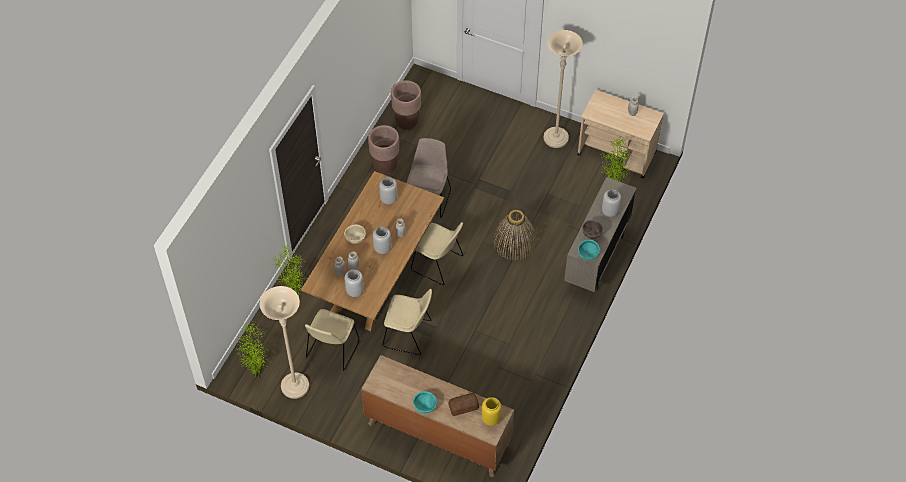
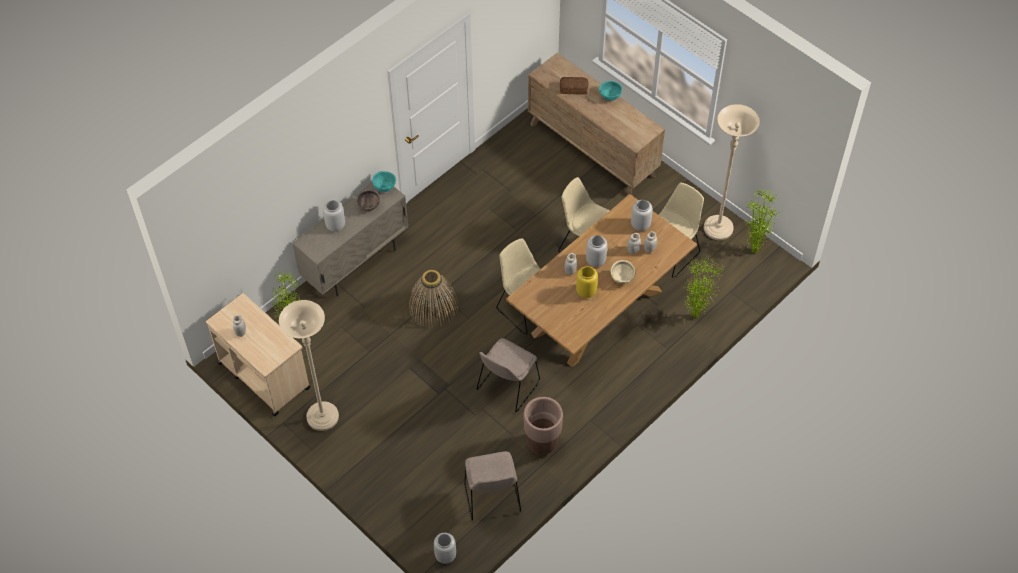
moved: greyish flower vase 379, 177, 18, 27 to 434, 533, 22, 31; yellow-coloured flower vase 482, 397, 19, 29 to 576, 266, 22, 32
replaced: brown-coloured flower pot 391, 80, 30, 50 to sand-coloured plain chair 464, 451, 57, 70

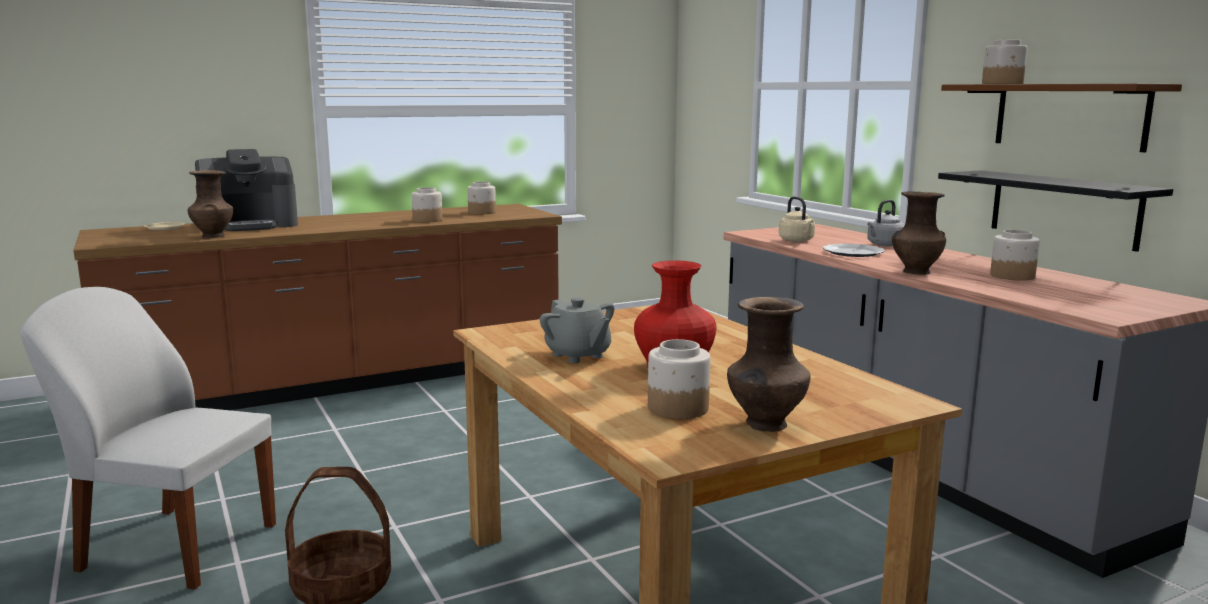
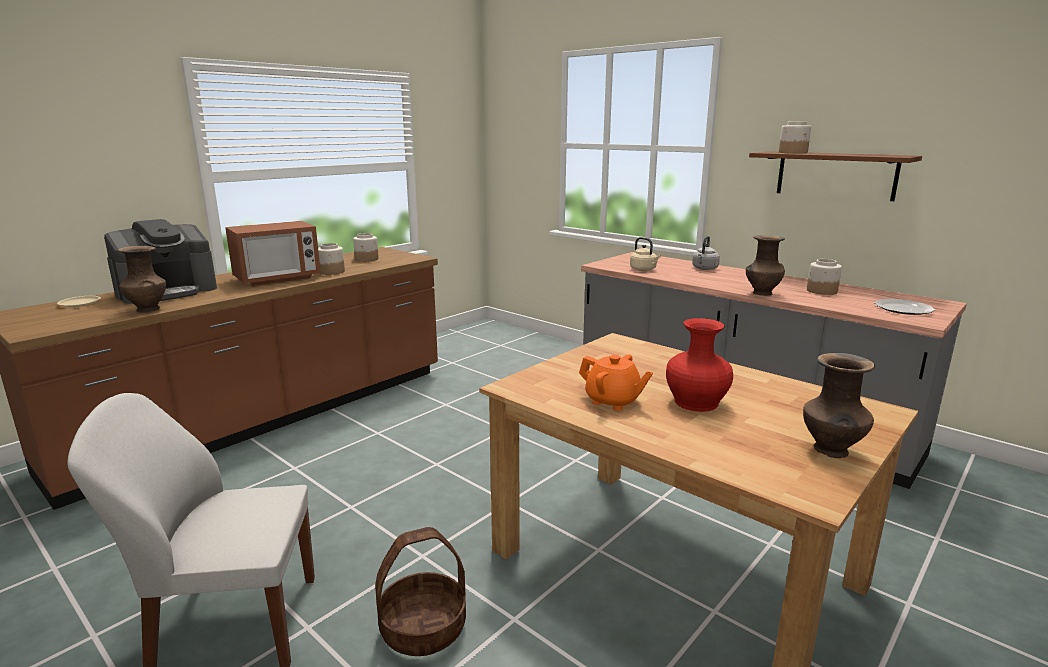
removed: preserve jar 648, 339, 62, 80; black wall shelf 938, 170, 235, 82
added: microwave oven 225, 221, 96, 65
moved: dinner plate 823, 244, 62, 13 to 874, 299, 61, 16
recoloured: greyish teapot 540, 297, 75, 66 to orangey teapot 579, 354, 74, 57

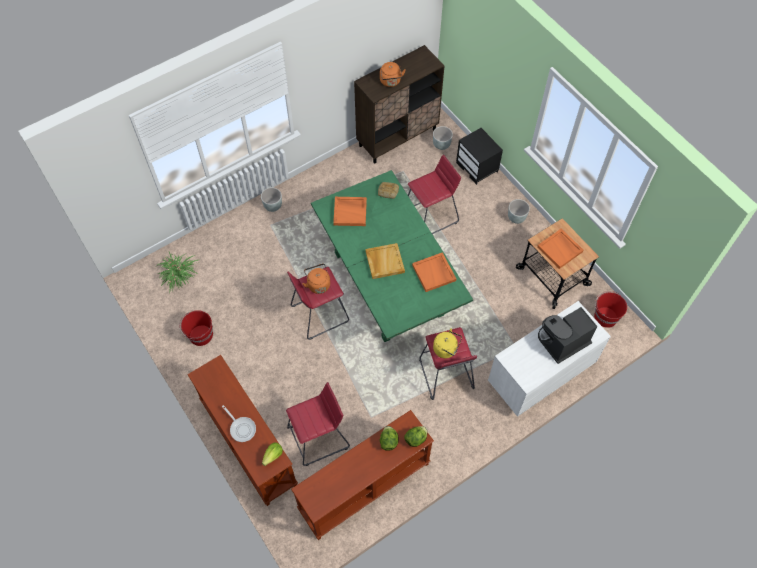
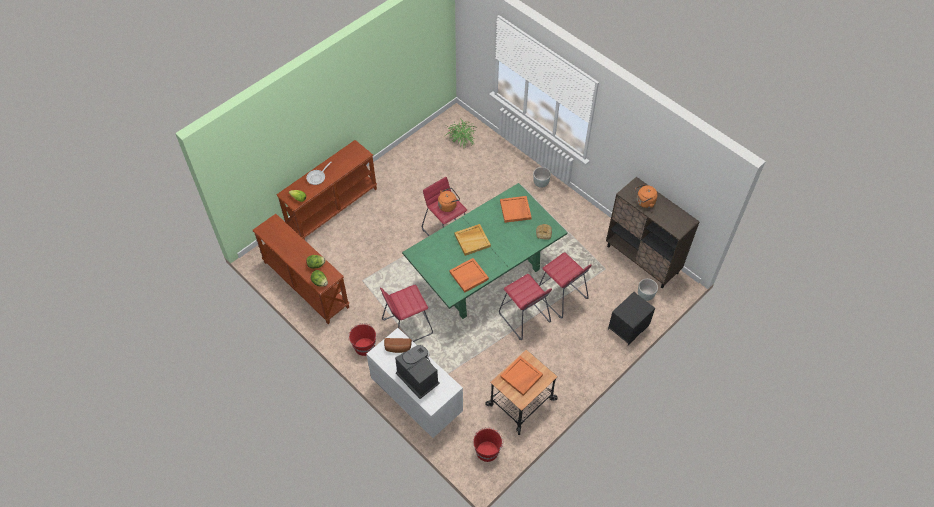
removed: yellow-coloured kettle 433, 328, 29, 30; greyish flower pot 508, 199, 22, 25
added: bakery bread 384, 338, 28, 15
moved: red-coloured pail 179, 310, 34, 36 to 348, 323, 28, 33; red-coloured stool 286, 382, 64, 84 to 499, 274, 53, 66

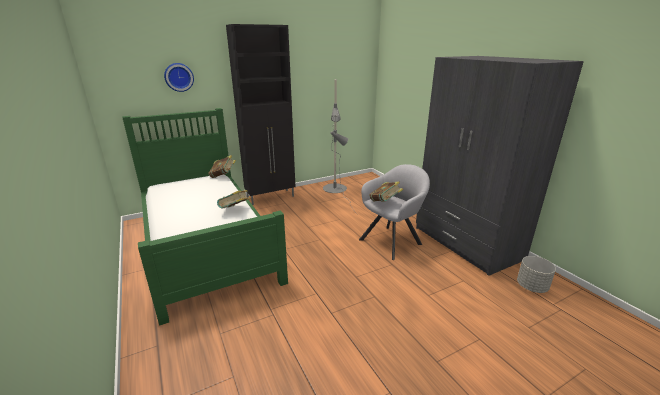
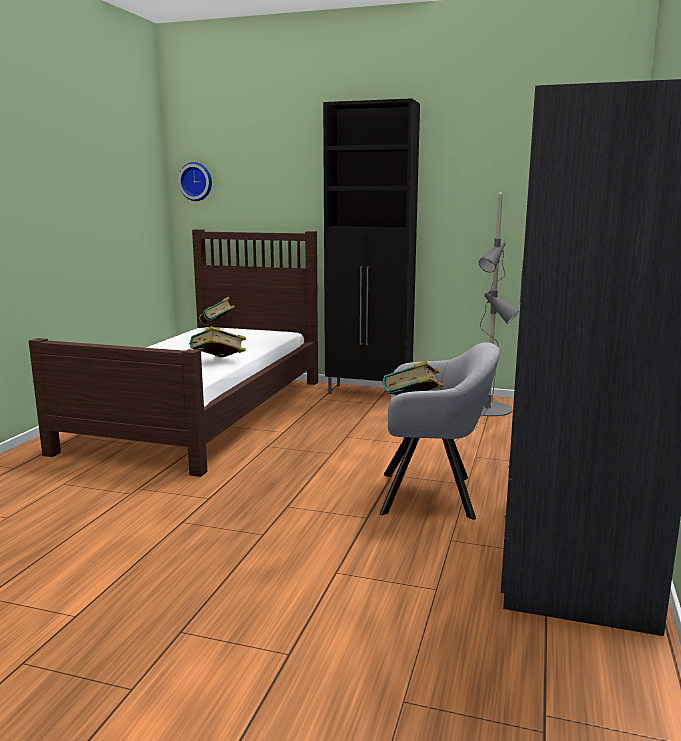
removed: greyish flower pot 517, 256, 39, 37
moved: hanging clock 164, 63, 30, 29 to 178, 162, 34, 39; bound book 209, 155, 27, 23 to 199, 297, 36, 29
recoloured: green bed 122, 108, 166, 218 to brown-coloured bed 29, 229, 289, 248

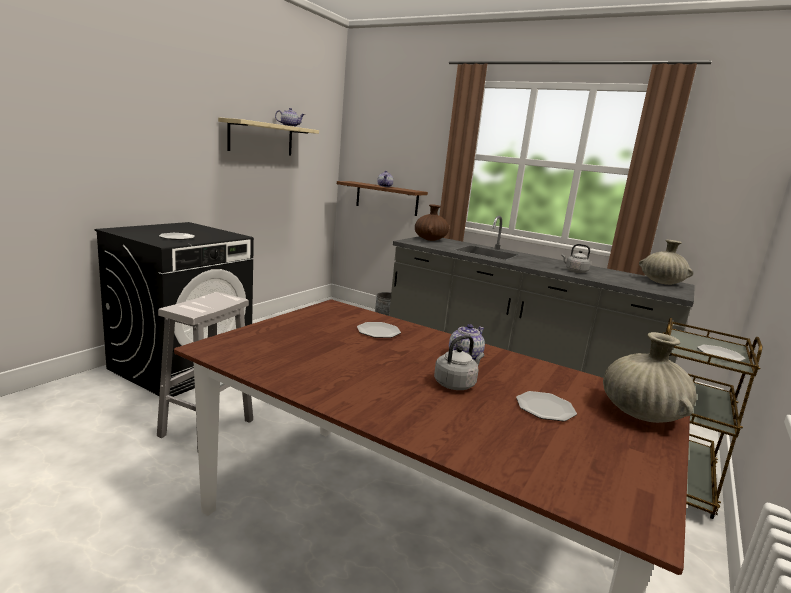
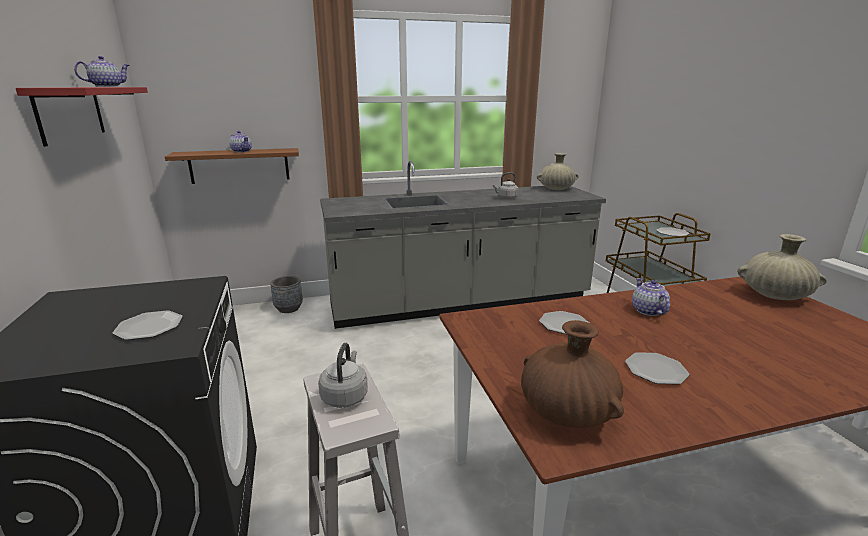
moved: greyish kettle 434, 335, 50, 55 to 318, 343, 50, 65; brown-coloured flower vase 415, 204, 34, 37 to 521, 320, 103, 108; dinner plate 516, 391, 61, 30 to 625, 352, 64, 32
recoloured: sand-coloured wall shelf 218, 117, 101, 38 to red-coloured wall shelf 16, 87, 132, 60

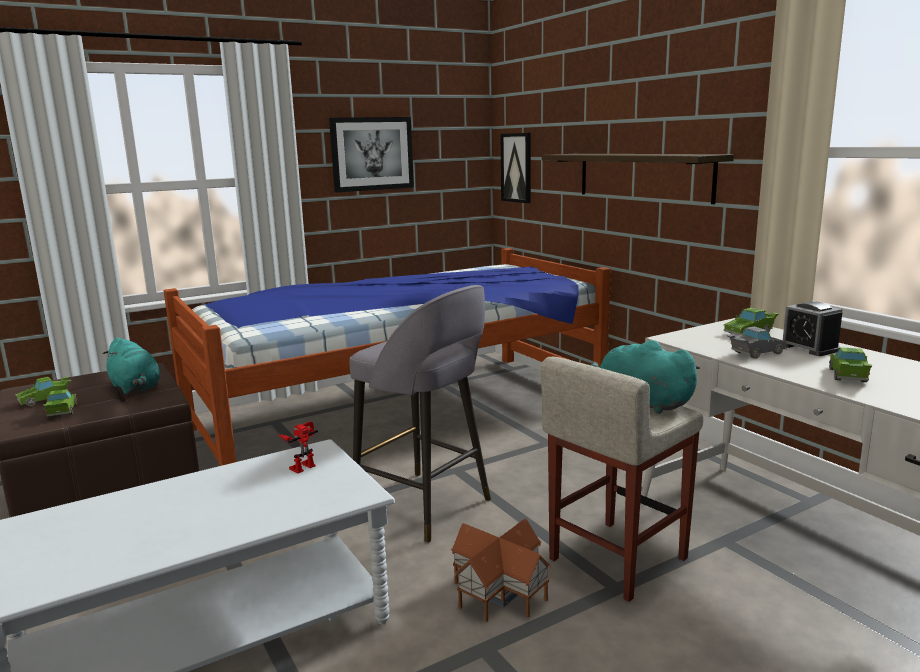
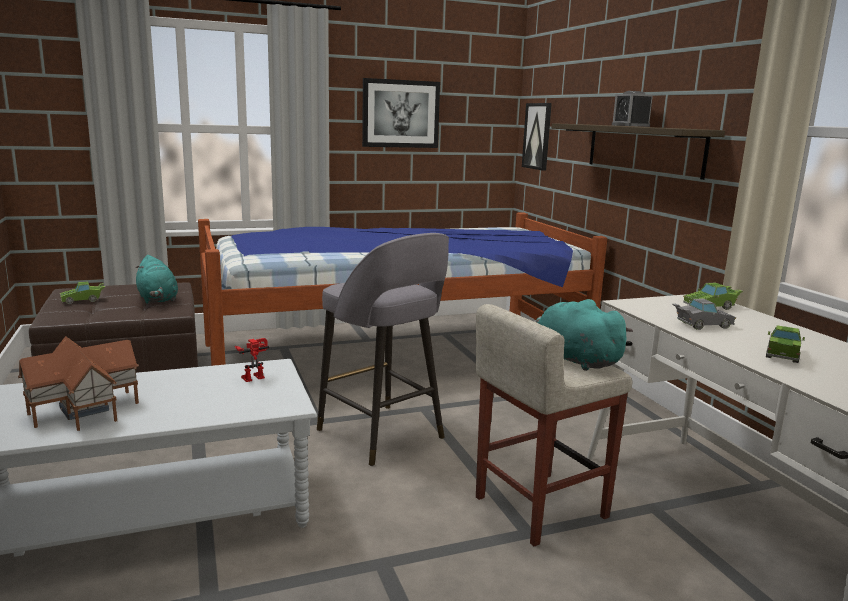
removed: green model car 43, 389, 34, 29
moved: toy house 451, 518, 100, 104 to 18, 336, 121, 95; alarm clock 783, 302, 60, 54 to 612, 91, 41, 36

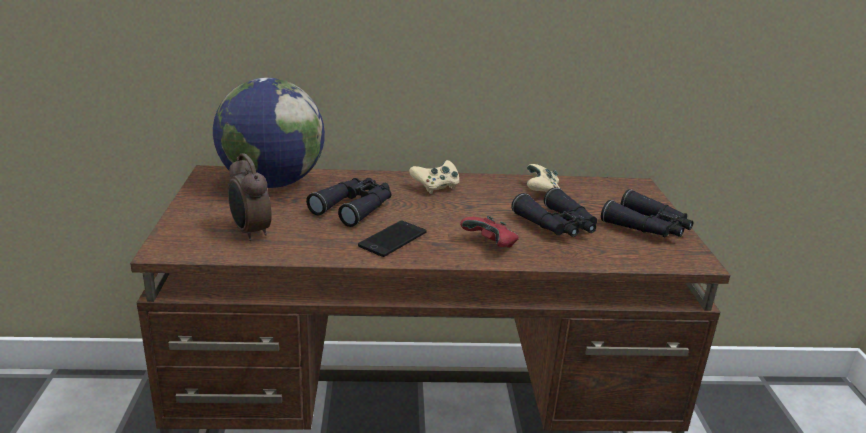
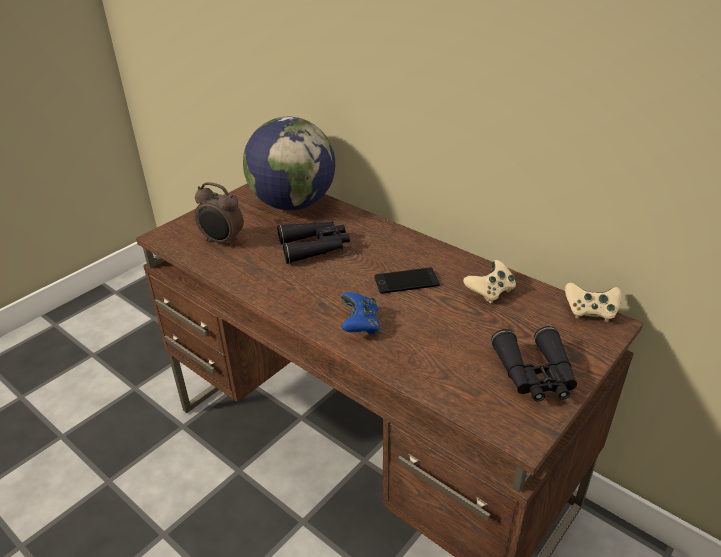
removed: black pair of binoculars 511, 187, 86, 50
moved: handset 358, 221, 68, 36 to 375, 267, 65, 27; sand-coloured gamepad 409, 160, 51, 34 to 565, 283, 56, 39
recoloured: red-coloured gamepad 460, 216, 59, 32 to bluish gamepad 341, 292, 39, 42
turned: alarm clock 228, 153, 44, 88 = 194, 182, 50, 65 75 degrees counterclockwise

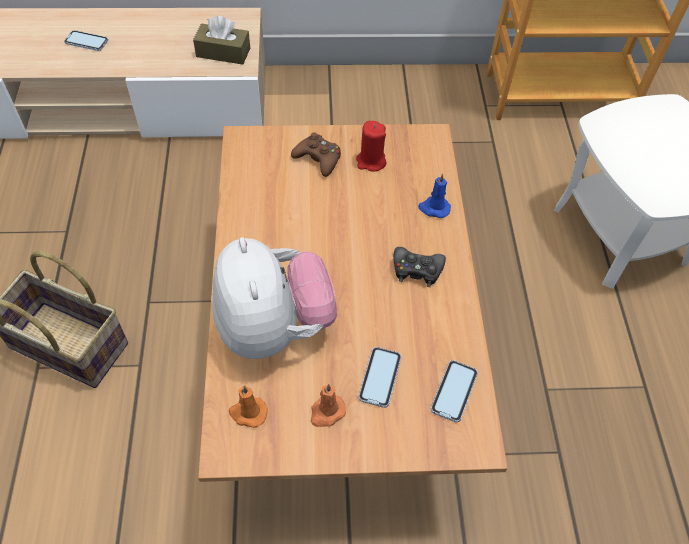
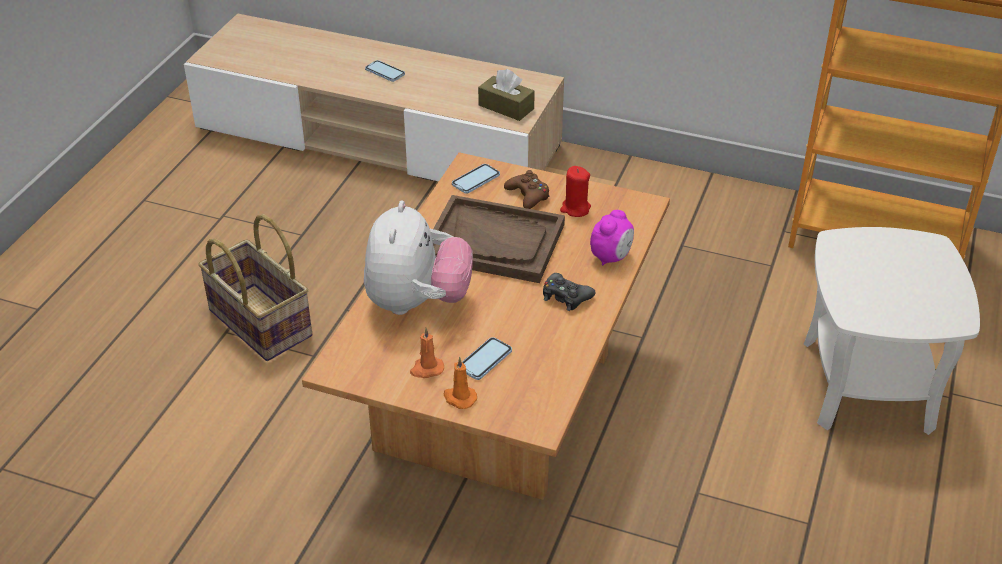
added: brown-coloured serving tray 433, 195, 132, 88
moved: orangey candle 229, 386, 39, 42 to 444, 357, 33, 52; handset 431, 360, 47, 62 to 452, 164, 48, 30
replaced: bluish candle 418, 173, 33, 45 to alarm clock 590, 210, 44, 55

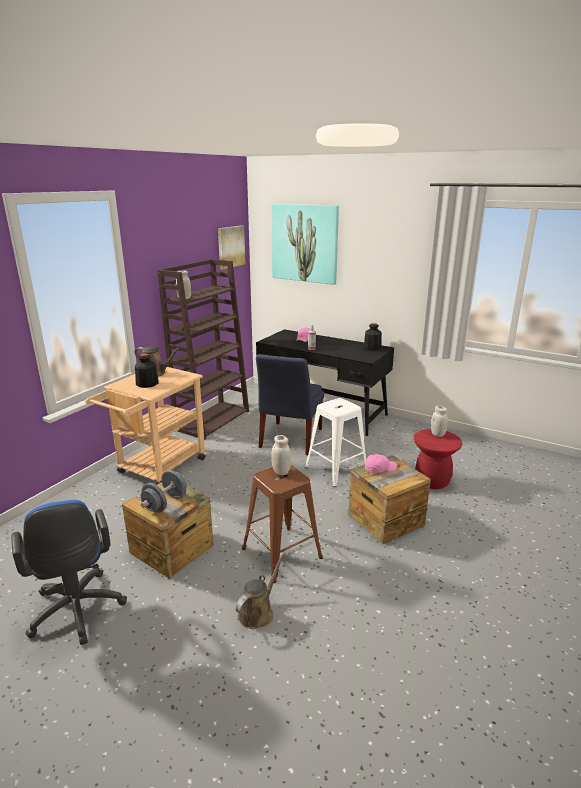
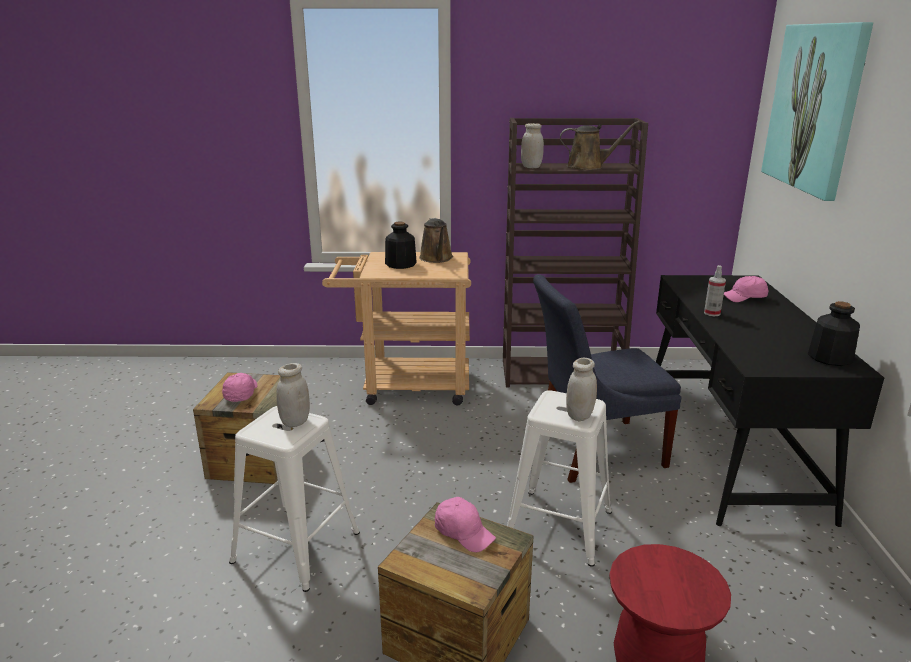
removed: bluish computer chair 11, 500, 116, 145; wall art 218, 225, 28, 45
moved: brown-coloured watering pot 236, 552, 50, 77 to 560, 121, 80, 49; white preserve jar 431, 405, 17, 32 to 566, 358, 31, 63
replaced: greyish free weight 141, 470, 46, 43 to pink peaked cap 222, 373, 35, 29
recoloured: brown-coloured stool 242, 465, 81, 118 to white stool 229, 406, 131, 186

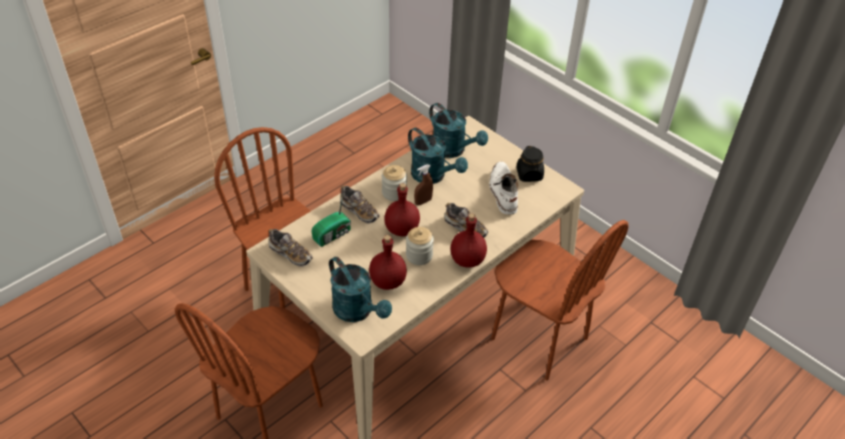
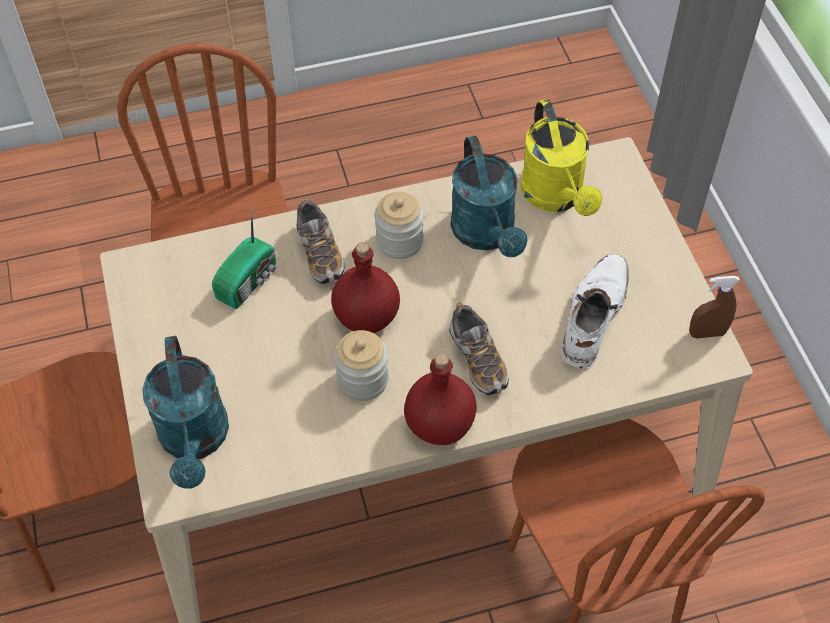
removed: low shoe 268, 229, 45, 38; red-coloured beverage bottle 369, 235, 38, 55; black preserve jar 517, 146, 27, 36
moved: brown-coloured spray bottle 414, 164, 19, 41 to 689, 276, 51, 62
recoloured: turquoise-coloured watering pot 429, 103, 59, 55 to yellow-coloured watering pot 520, 99, 82, 117
turned: radio set 311, 196, 40, 51 = 212, 206, 64, 103 45 degrees counterclockwise

